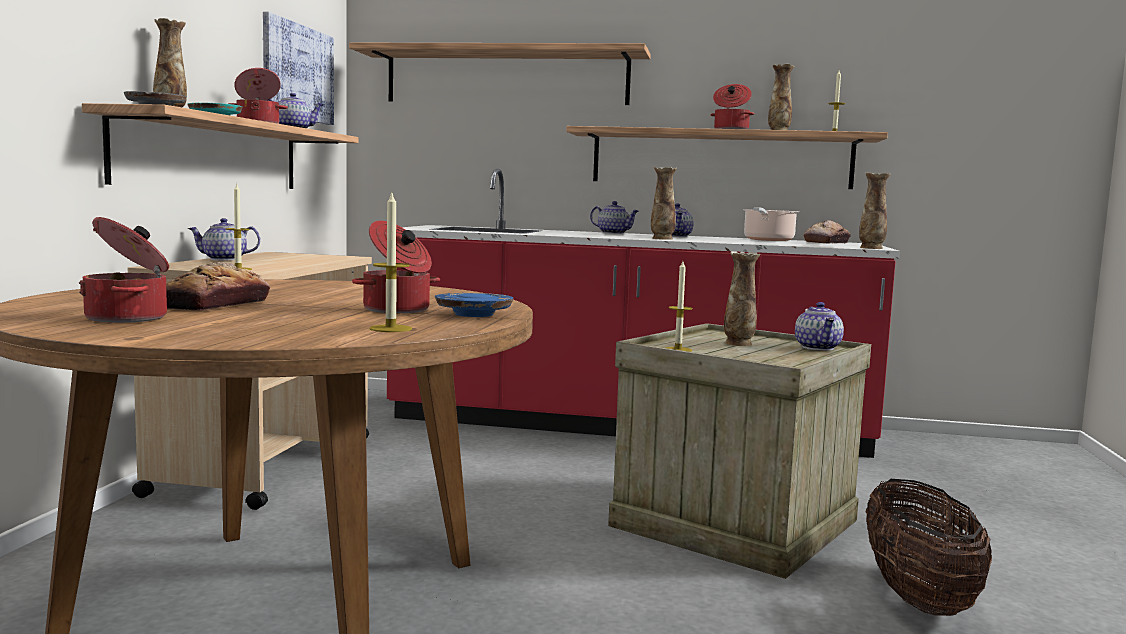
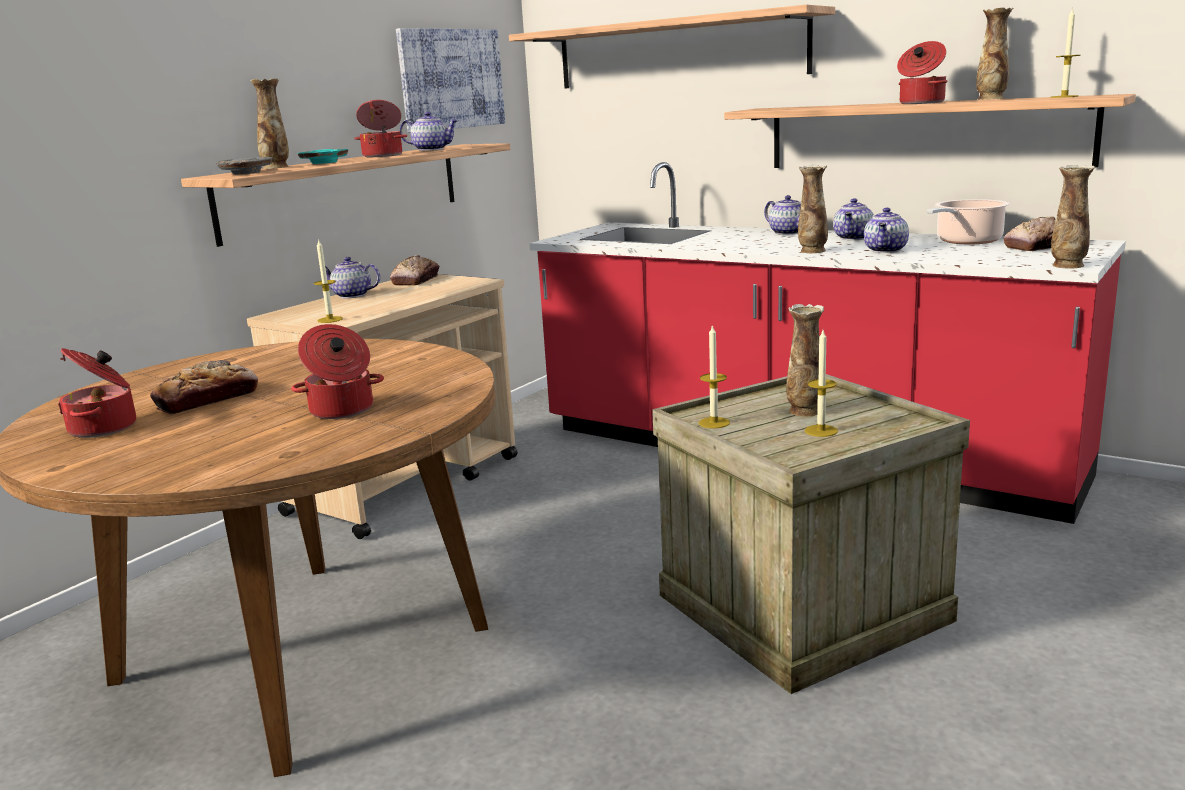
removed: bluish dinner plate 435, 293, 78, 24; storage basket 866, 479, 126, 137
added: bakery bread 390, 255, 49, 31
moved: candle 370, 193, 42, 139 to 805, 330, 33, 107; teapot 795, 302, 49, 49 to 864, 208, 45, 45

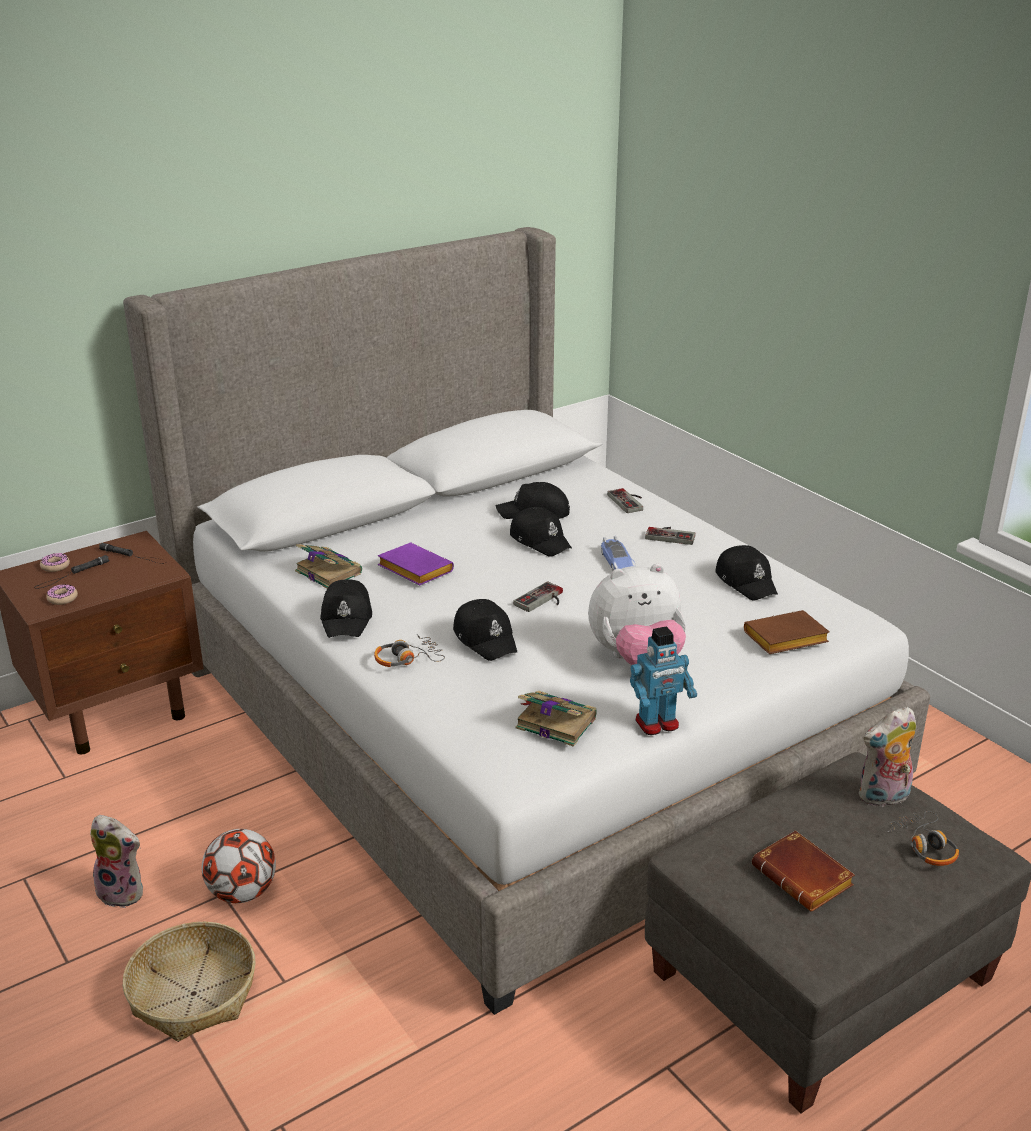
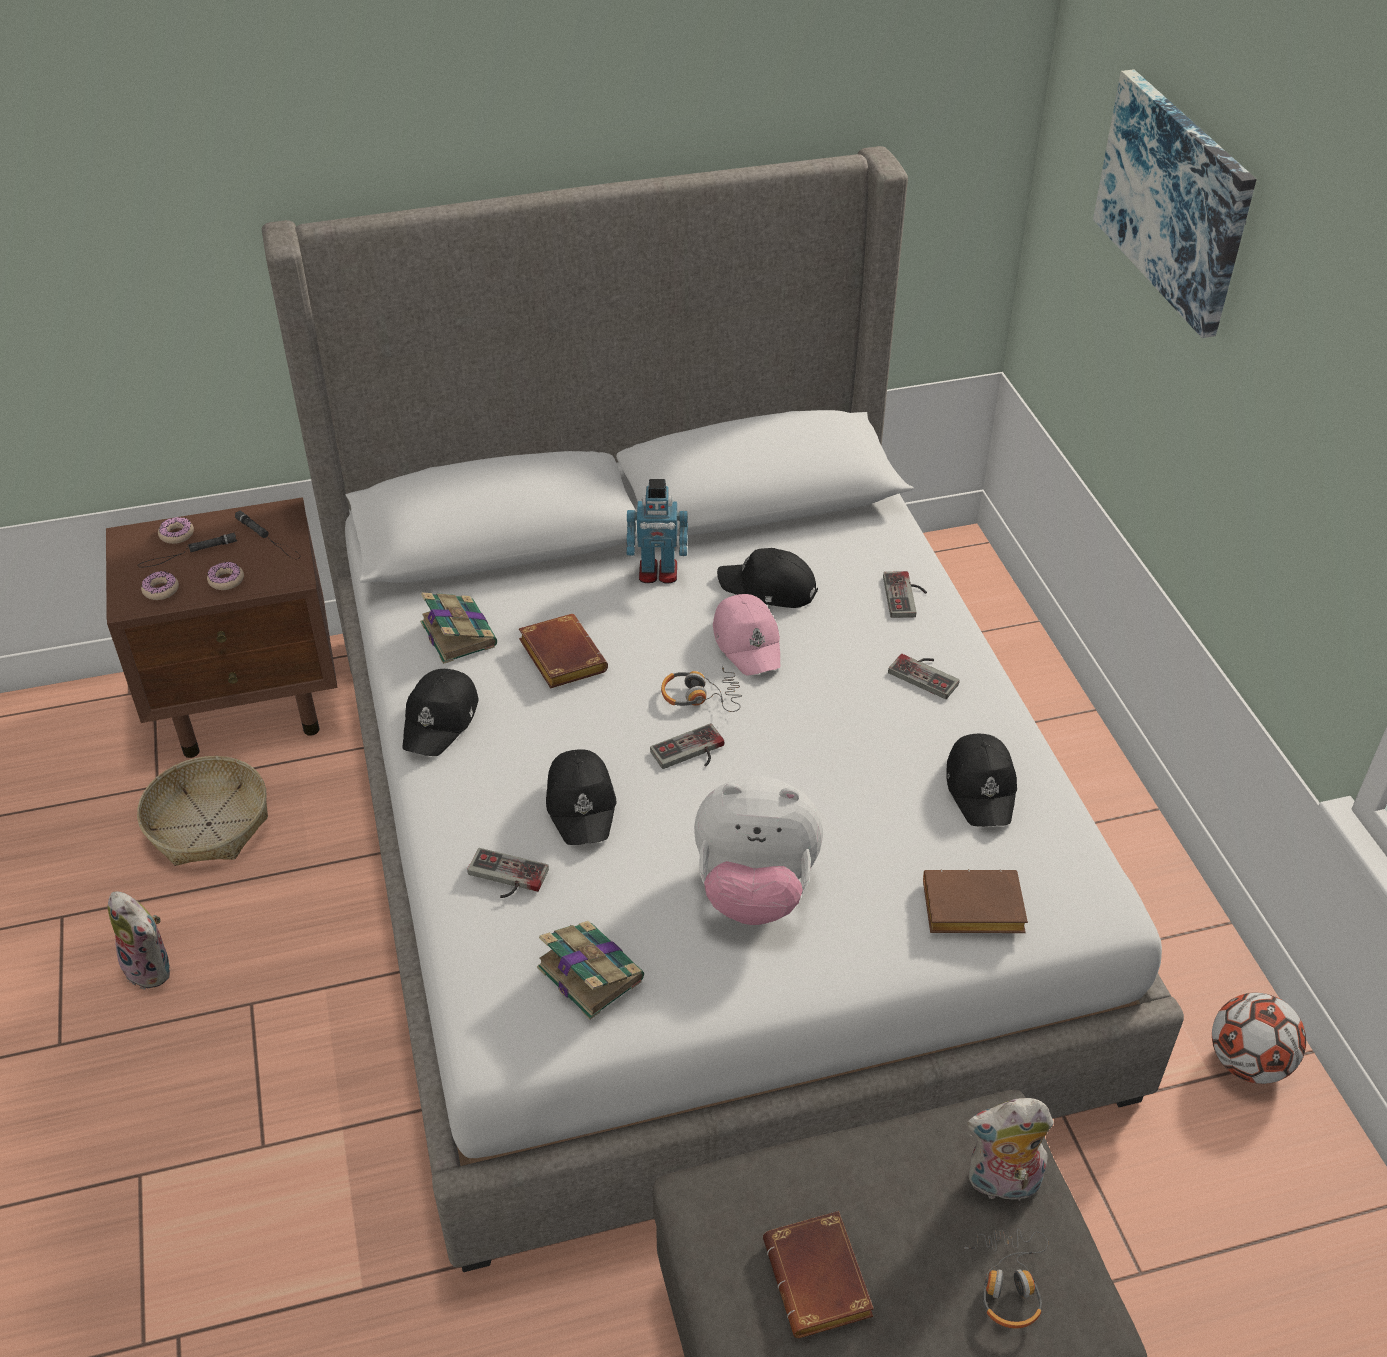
removed: model car 601, 536, 34, 34
added: doughnut 207, 562, 37, 28; gamepad 467, 848, 82, 50; wall art 1093, 69, 164, 269
moved: storage basket 123, 922, 133, 120 to 137, 756, 131, 110; robot figure 630, 626, 67, 109 to 626, 479, 62, 105; pair of headphones 374, 634, 71, 33 to 661, 665, 81, 47; ball for football 202, 829, 74, 74 to 1212, 992, 94, 92
recoloured: purplish bound book 378, 543, 76, 43 to brown-coloured bound book 519, 614, 89, 74; black peaked cap 510, 507, 62, 50 to pink peaked cap 713, 594, 67, 82

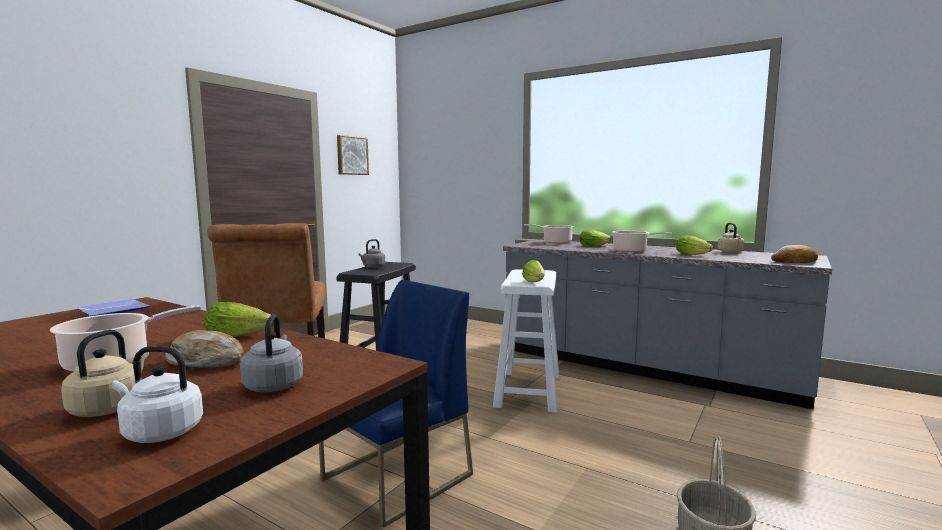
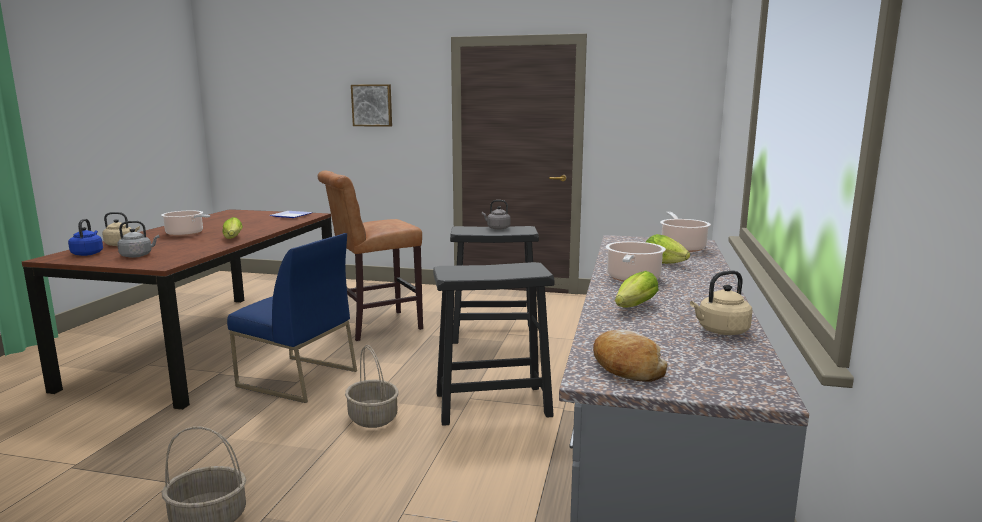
removed: bakery bread 165, 330, 79, 38; lettuce head 522, 260, 23, 22
added: storage basket 345, 345, 53, 83
moved: wall art 337, 135, 32, 40 to 351, 84, 41, 43
recoloured: white kettle 112, 346, 91, 97 to bluish kettle 68, 219, 35, 37; white stool 493, 269, 66, 144 to black stool 433, 262, 122, 164

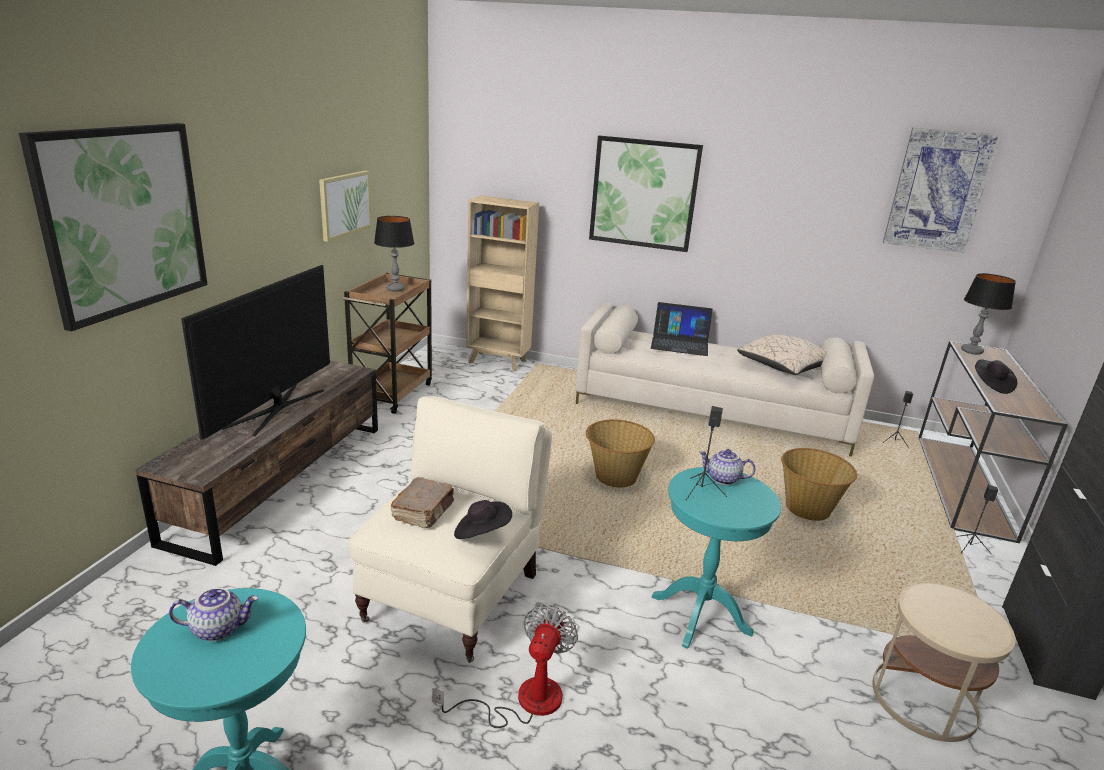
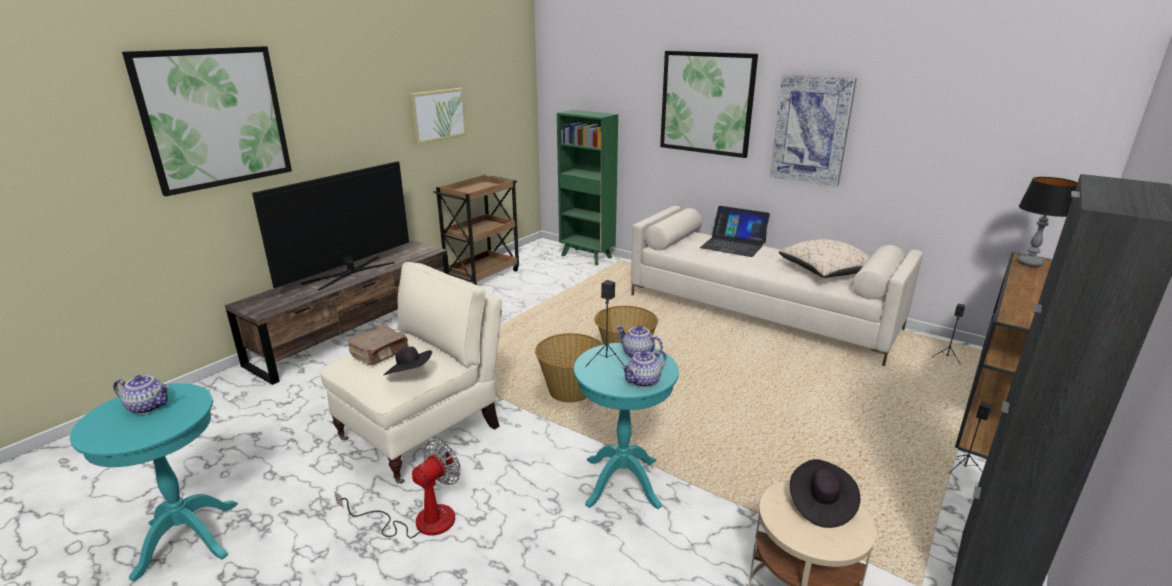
removed: lamp for a table 374, 216, 40, 76
added: teapot 621, 350, 45, 37
moved: storage basket 781, 448, 76, 73 to 535, 333, 68, 70; wall art 883, 127, 117, 126 to 770, 74, 87, 113; black hat 975, 359, 42, 35 to 790, 459, 70, 69
recoloured: sand-coloured shelving unit 466, 196, 73, 176 to green shelving unit 557, 110, 61, 155

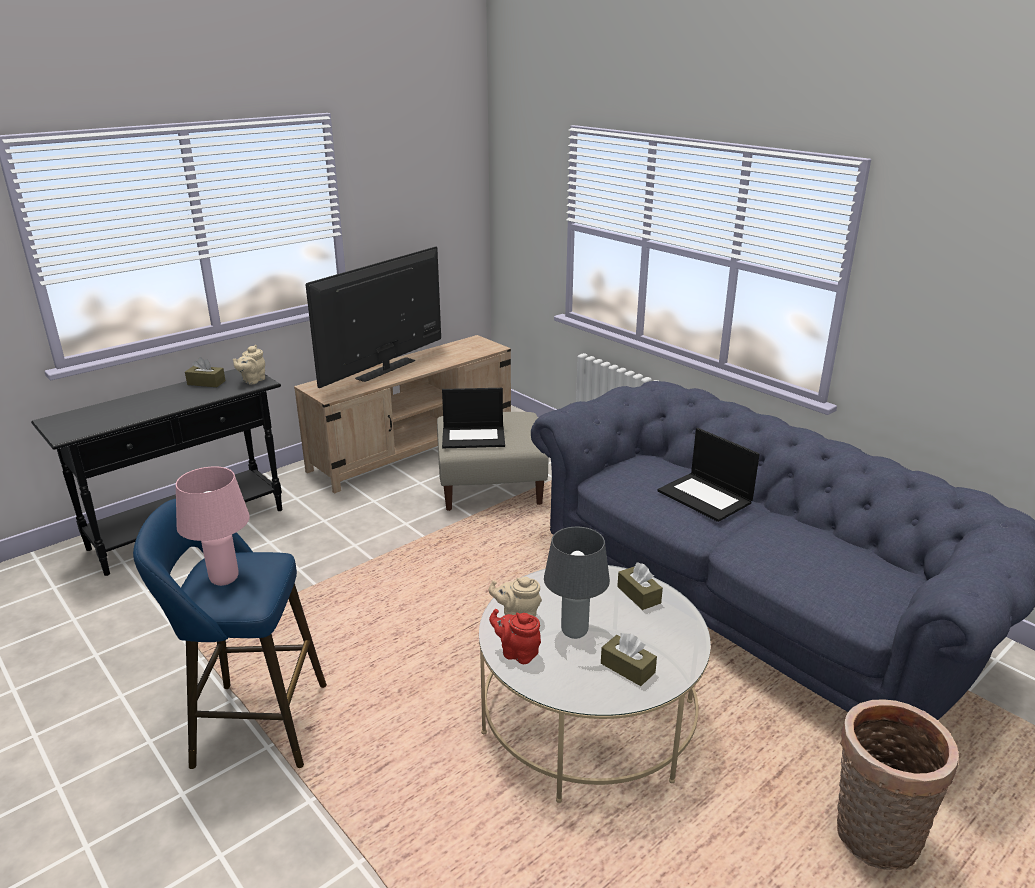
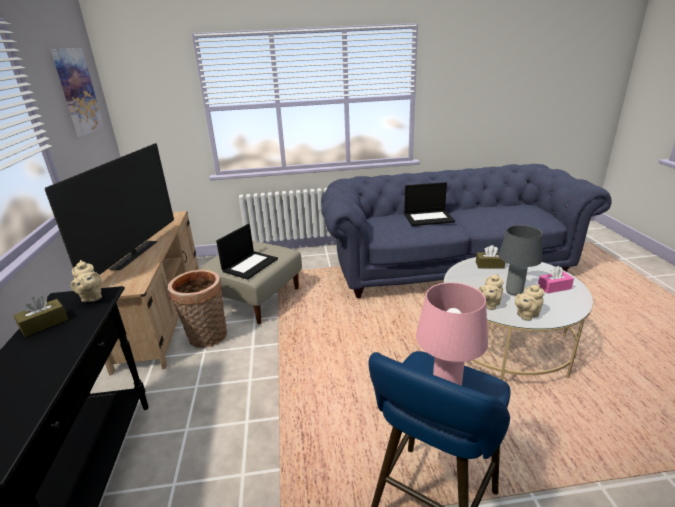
added: wall art 51, 48, 53, 89
moved: storage basket 837, 700, 122, 170 to 168, 269, 59, 79
recoloured: red-coloured teapot 489, 609, 52, 55 to sand-coloured teapot 515, 284, 30, 37; brown-coloured box of tissues 601, 633, 56, 53 to pink box of tissues 538, 266, 36, 28
turned: television 305, 246, 136, 142 = 45, 143, 129, 132 150 degrees counterclockwise

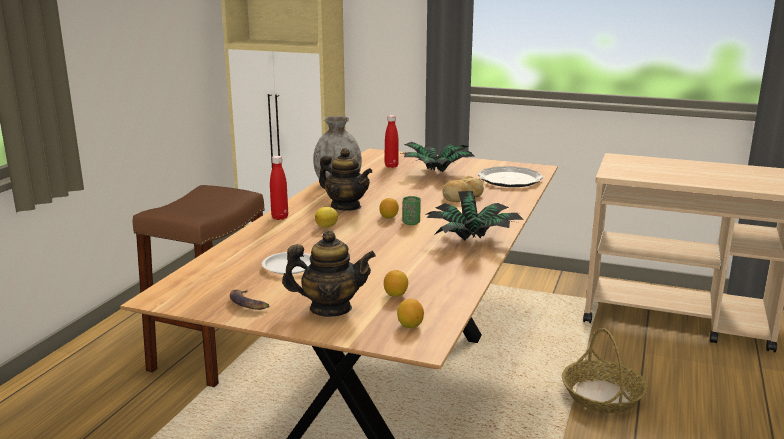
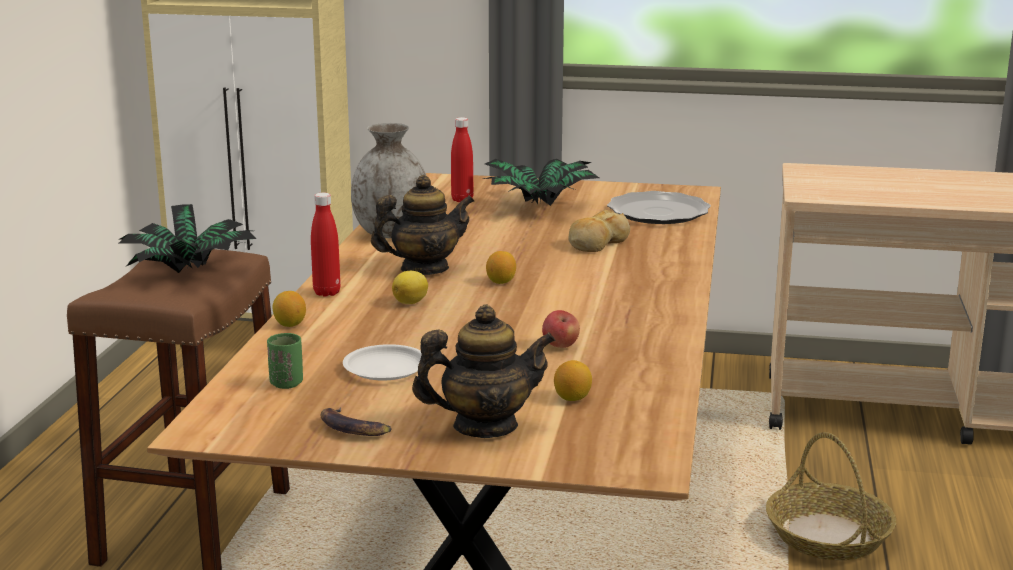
added: apple 542, 310, 38, 38
moved: potted plant 427, 191, 97, 49 to 119, 204, 137, 69; green drinking cup 403, 196, 18, 29 to 267, 333, 36, 56; citrus fruit 397, 299, 27, 29 to 272, 291, 34, 36
turned: teapot 319, 148, 53, 62 = 371, 175, 103, 100 45 degrees counterclockwise

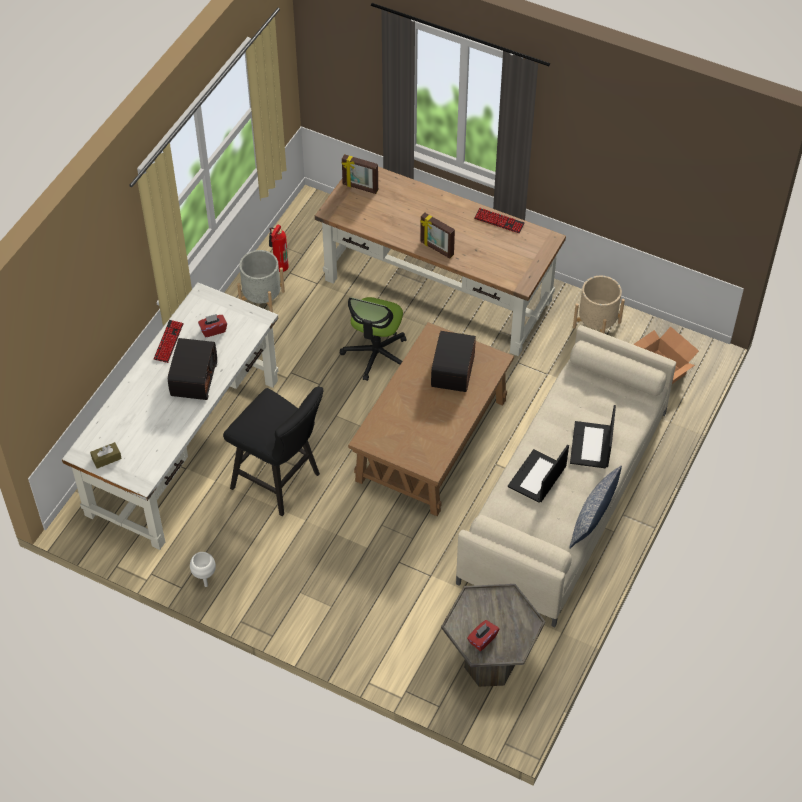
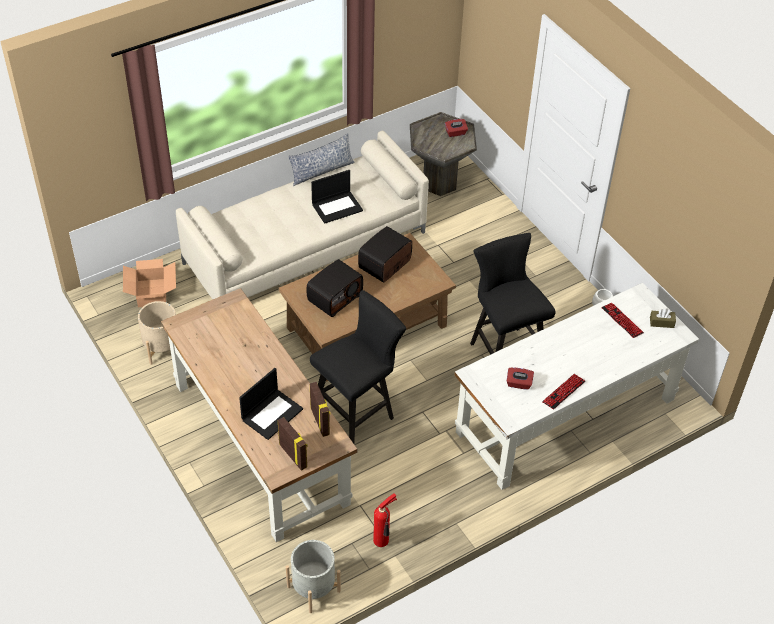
moved: laptop 570, 405, 46, 63 to 239, 368, 64, 72; greyish flower pot 237, 250, 48, 62 to 286, 540, 55, 73; picture frame 420, 213, 35, 45 to 310, 382, 21, 55; radio set 168, 338, 49, 62 to 358, 226, 54, 57; computer keyboard 474, 208, 51, 25 to 601, 303, 43, 35
replaced: computer chair 340, 297, 66, 84 to black stool 310, 290, 96, 153

